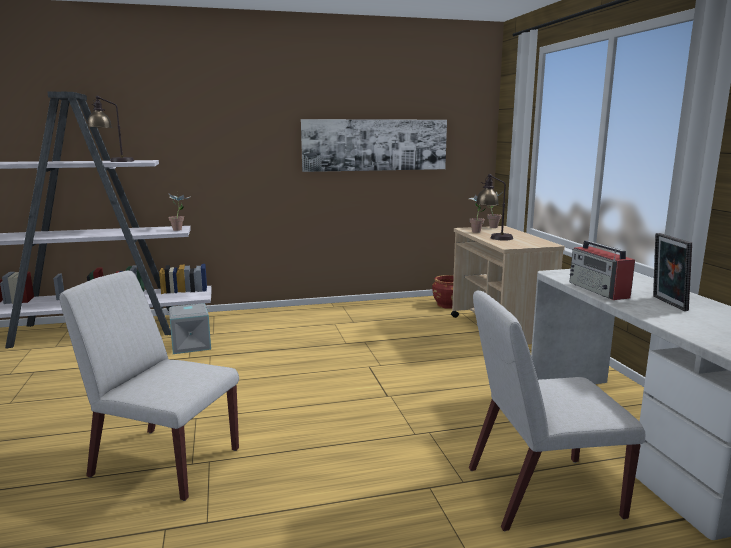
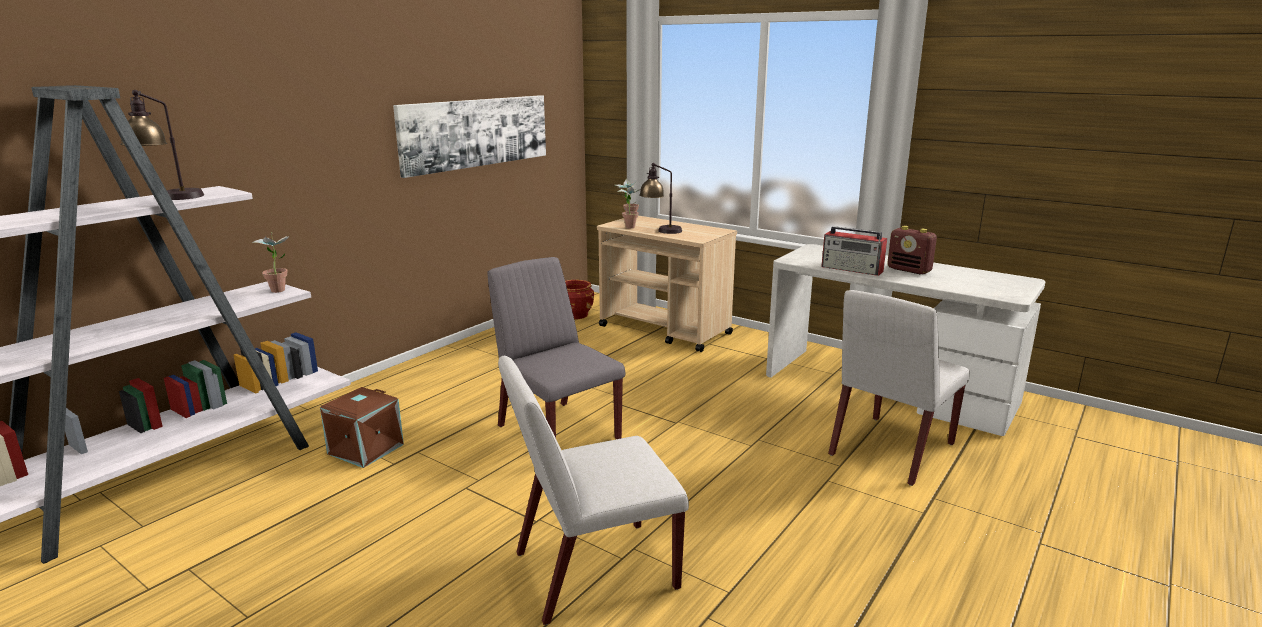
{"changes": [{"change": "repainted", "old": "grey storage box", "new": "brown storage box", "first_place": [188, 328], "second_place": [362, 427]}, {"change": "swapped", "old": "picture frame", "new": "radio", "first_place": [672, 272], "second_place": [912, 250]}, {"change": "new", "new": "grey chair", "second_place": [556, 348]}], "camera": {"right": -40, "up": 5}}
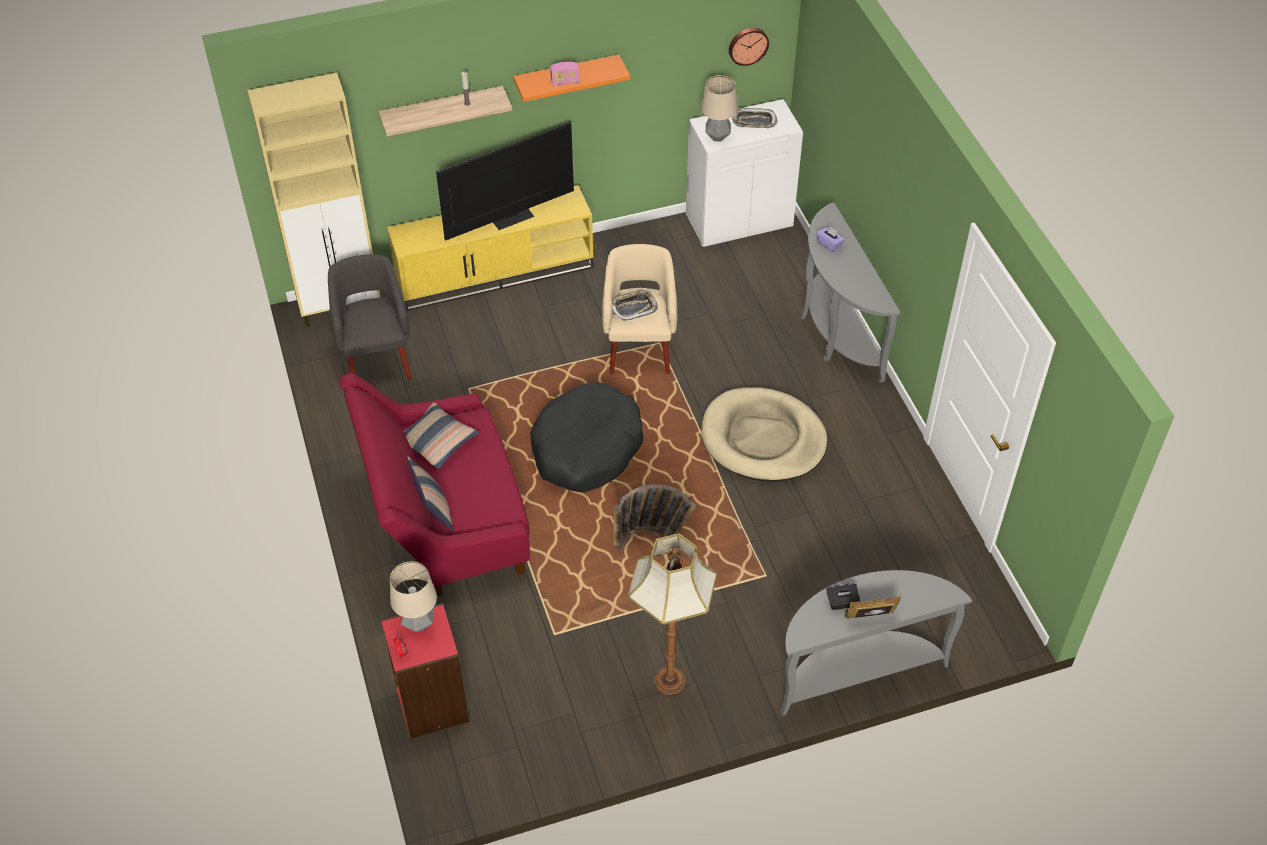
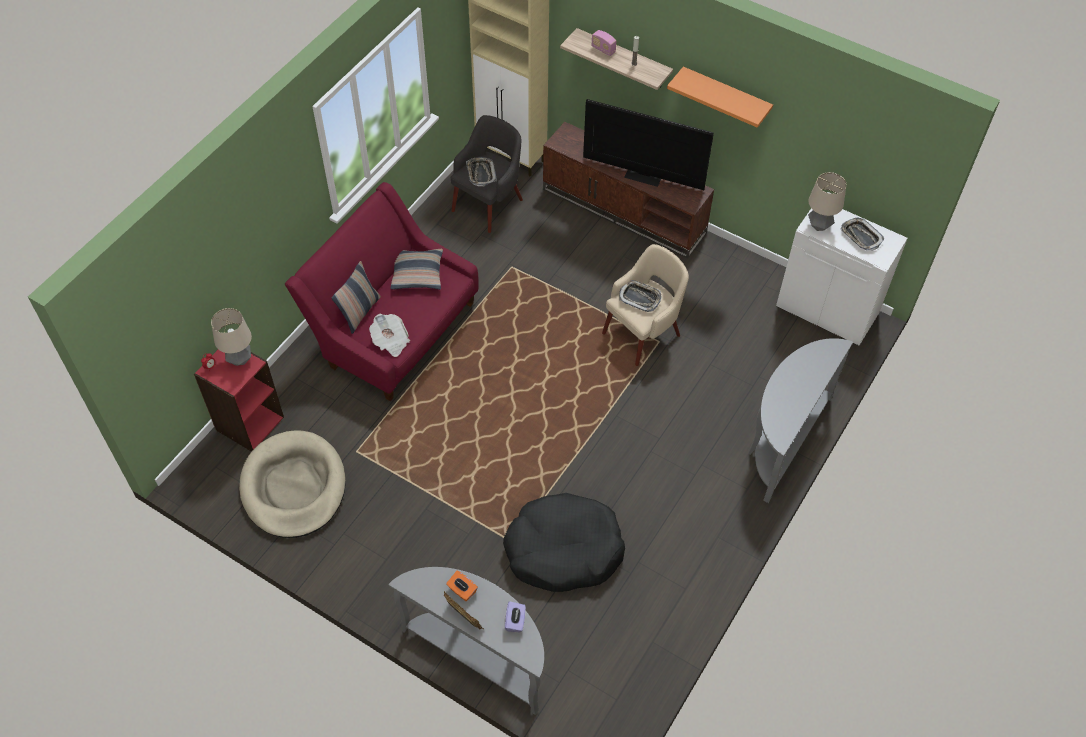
{"changes": [{"change": "repainted", "old": "yellow tv stand", "new": "brown tv stand", "first_place": [490, 248], "second_place": [628, 190]}, {"change": "shifted", "old": "black dog bed", "first_place": [586, 437], "second_place": [564, 542]}, {"change": "shifted", "old": "radio", "first_place": [564, 74], "second_place": [603, 43]}, {"change": "gone", "old": "basket", "first_place": [655, 518]}, {"change": "gone", "old": "floor lamp", "first_place": [672, 614]}, {"change": "shifted", "old": "beige dog bed", "first_place": [764, 434], "second_place": [292, 484]}, {"change": "gone", "old": "wall clock", "first_place": [749, 47]}, {"change": "shifted", "old": "purple tissue box", "first_place": [830, 239], "second_place": [515, 617]}, {"change": "repainted", "old": "black tissue box", "new": "orange tissue box", "first_place": [843, 597], "second_place": [462, 586]}, {"change": "new", "new": "newspaper", "second_place": [389, 335]}, {"change": "new", "new": "tray", "second_place": [481, 172]}], "camera": {"right": 50, "up": 5}}
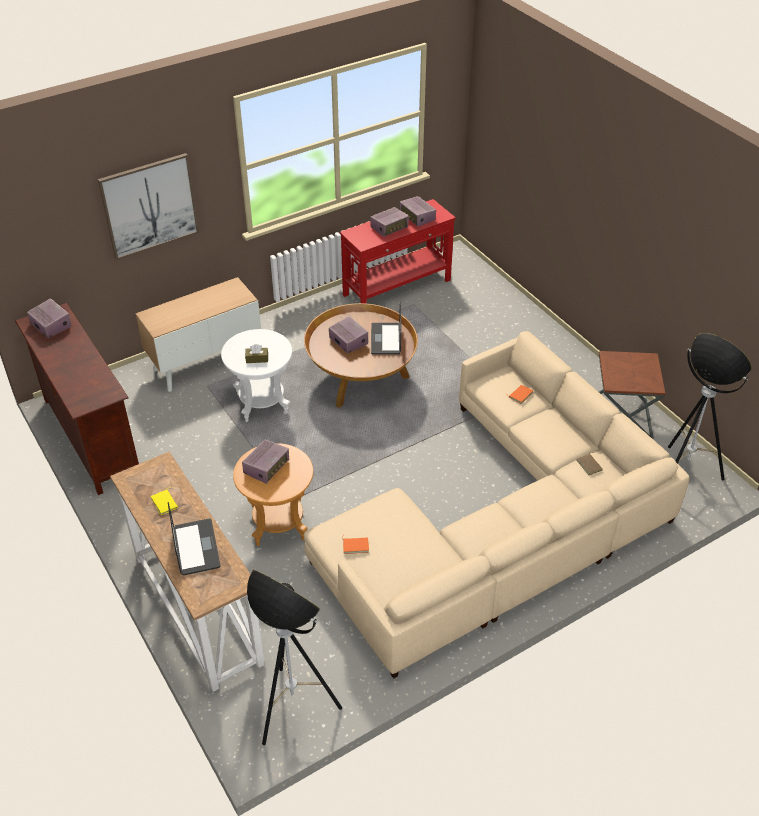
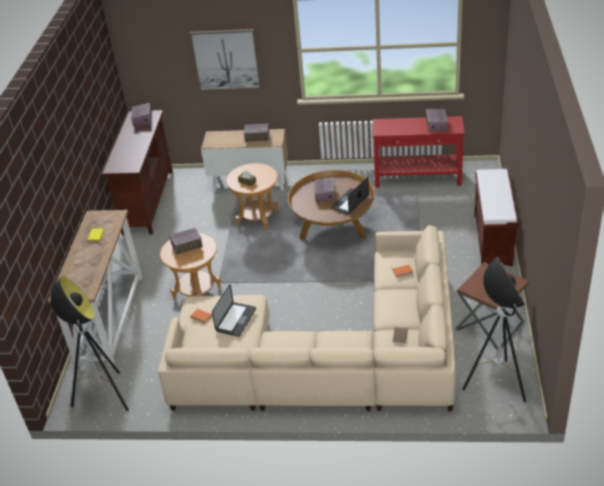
{"changes": [{"change": "shifted", "old": "laptop", "first_place": [194, 538], "second_place": [234, 310]}, {"change": "repainted", "old": "white side table", "new": "brown side table", "first_place": [256, 375], "second_place": [252, 197]}, {"change": "shifted", "old": "radio", "first_place": [389, 222], "second_place": [256, 133]}, {"change": "new", "new": "brown bench", "second_place": [496, 217]}], "camera": {"right": 40, "up": -5}}
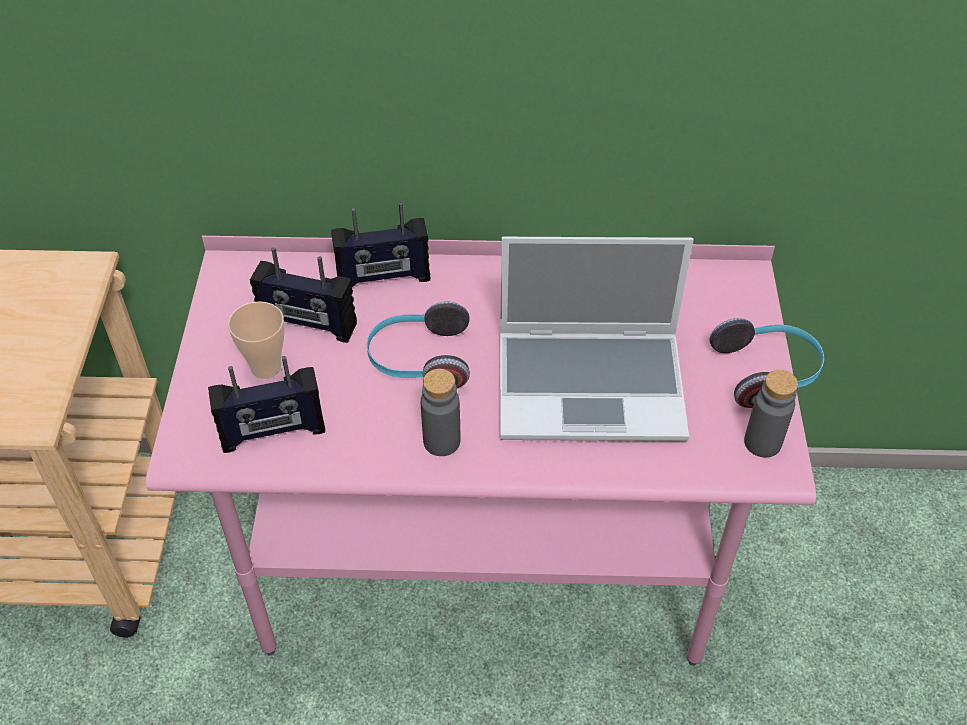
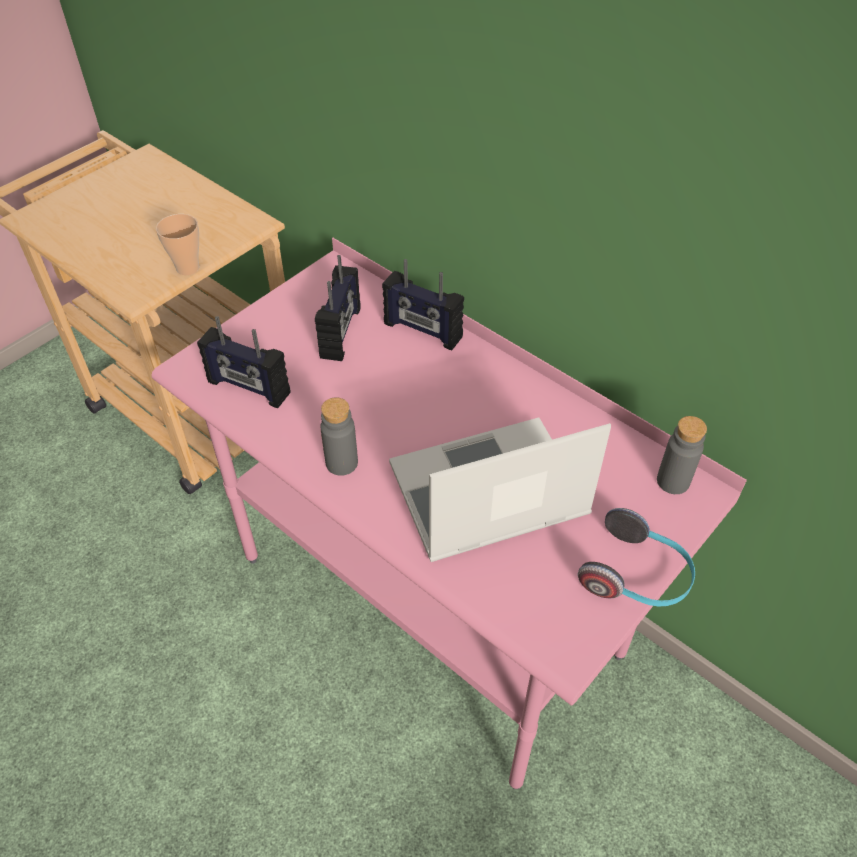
{"changes": [{"change": "shifted", "old": "cup", "first_place": [256, 340], "second_place": [177, 244]}, {"change": "rotated", "old": "radio", "first_place": [303, 295], "second_place": [338, 308], "degrees": -135}, {"change": "gone", "old": "headphones", "first_place": [418, 344]}, {"change": "rotated", "old": "laptop", "first_place": [596, 339], "second_place": [500, 489], "degrees": 120}, {"change": "shifted", "old": "grey bottle", "first_place": [771, 414], "second_place": [682, 455]}], "camera": {"right": 40, "up": 0}}
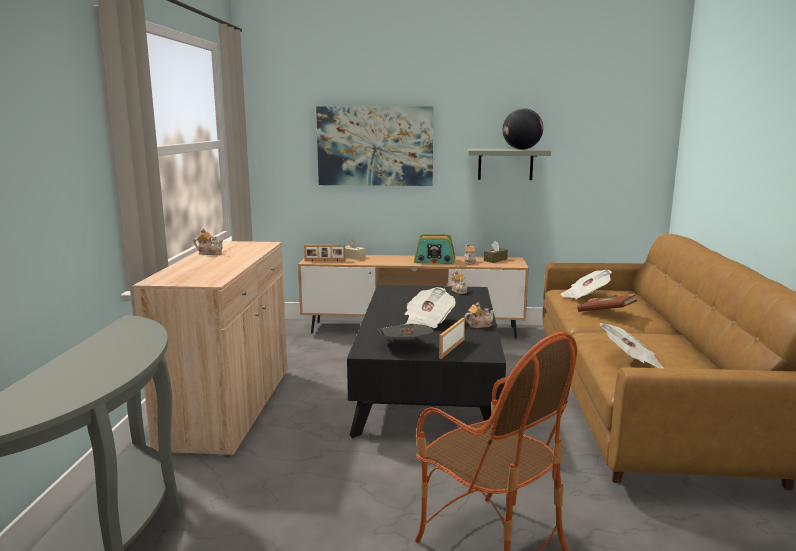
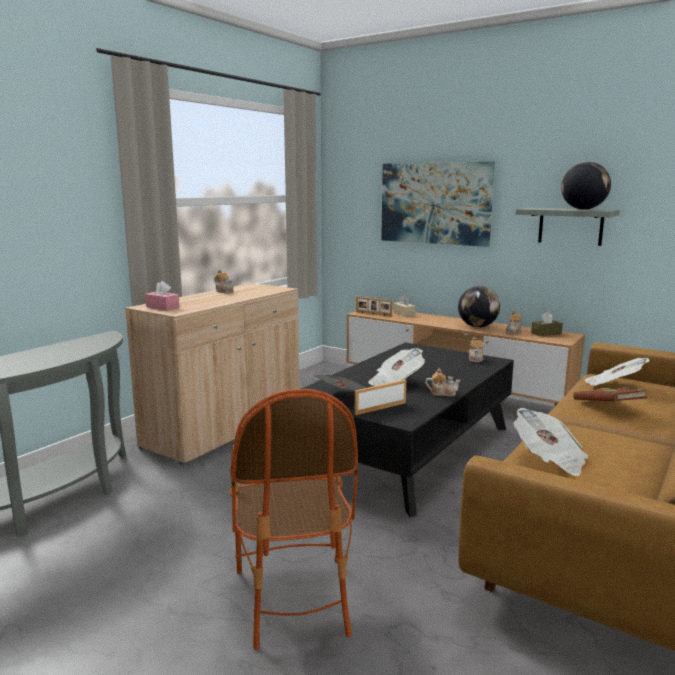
{"changes": [{"change": "swapped", "old": "radio", "new": "globe", "first_place": [434, 249], "second_place": [479, 306]}, {"change": "new", "new": "pink tissue box", "second_place": [162, 296]}], "camera": {"right": 30, "up": 0}}
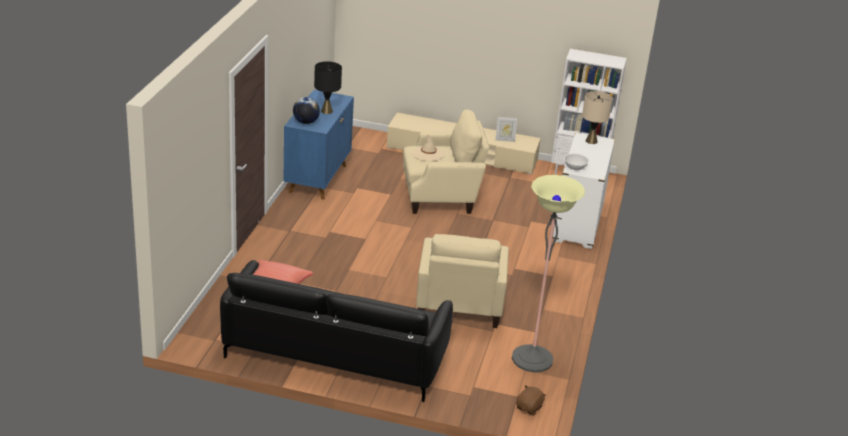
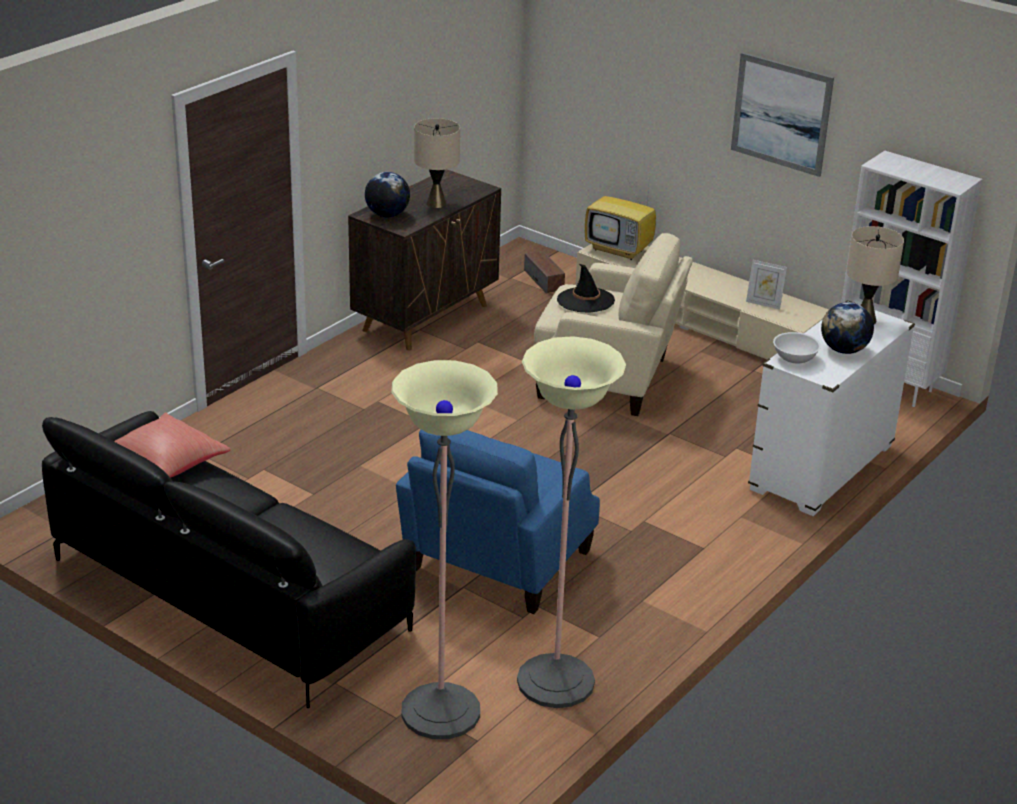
{"changes": [{"change": "repainted", "old": "blue cabinet", "new": "brown cabinet", "first_place": [319, 145], "second_place": [424, 259]}, {"change": "repainted", "old": "black table lamp", "new": "beige table lamp", "first_place": [328, 87], "second_place": [437, 163]}, {"change": "repainted", "old": "beige hat", "new": "black hat", "first_place": [428, 147], "second_place": [586, 288]}, {"change": "repainted", "old": "beige armchair", "new": "blue armchair", "first_place": [462, 281], "second_place": [498, 521]}, {"change": "gone", "old": "brown plush toy", "first_place": [531, 400]}, {"change": "new", "new": "floor lamp", "second_place": [444, 549]}, {"change": "new", "new": "speaker", "second_place": [544, 272]}, {"change": "new", "new": "television", "second_place": [620, 217]}, {"change": "new", "new": "picture", "second_place": [782, 115]}, {"change": "new", "new": "globe", "second_place": [847, 328]}], "camera": {"right": 25, "up": 0}}
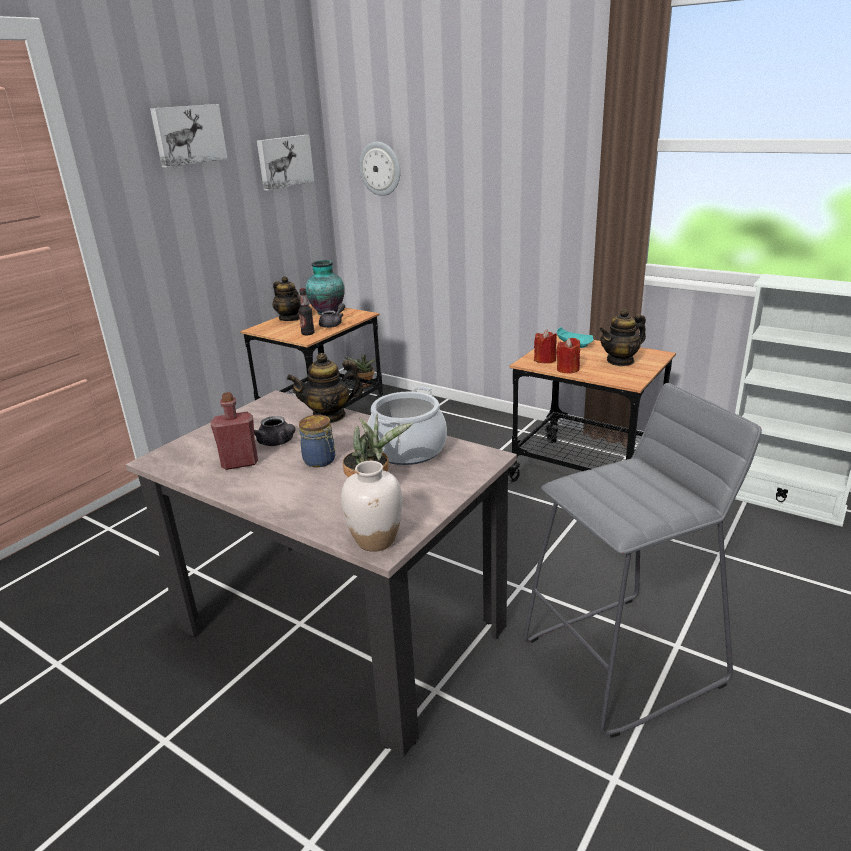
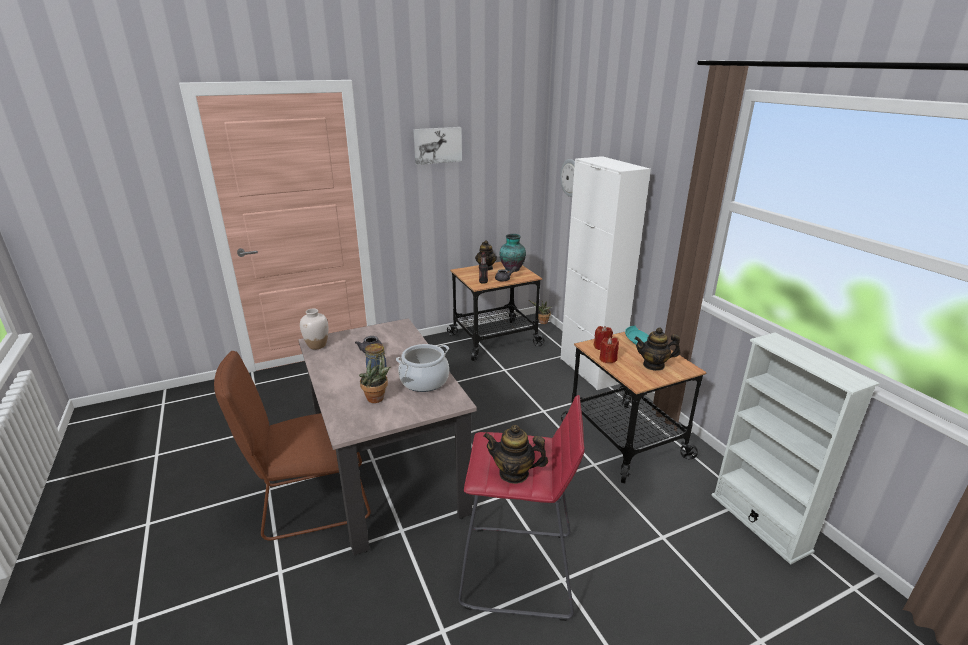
{"changes": [{"change": "gone", "old": "red bottle", "first_place": [234, 431]}, {"change": "gone", "old": "picture", "first_place": [285, 163]}, {"change": "shifted", "old": "teapot", "first_place": [325, 388], "second_place": [515, 454]}, {"change": "shifted", "old": "white vase", "first_place": [372, 506], "second_place": [314, 328]}, {"change": "repainted", "old": "grey stool", "new": "red stool", "first_place": [642, 560], "second_place": [522, 508]}, {"change": "new", "new": "brown chair", "second_place": [292, 446]}, {"change": "new", "new": "white cabinet", "second_place": [605, 273]}], "camera": {"right": 30, "up": 0}}
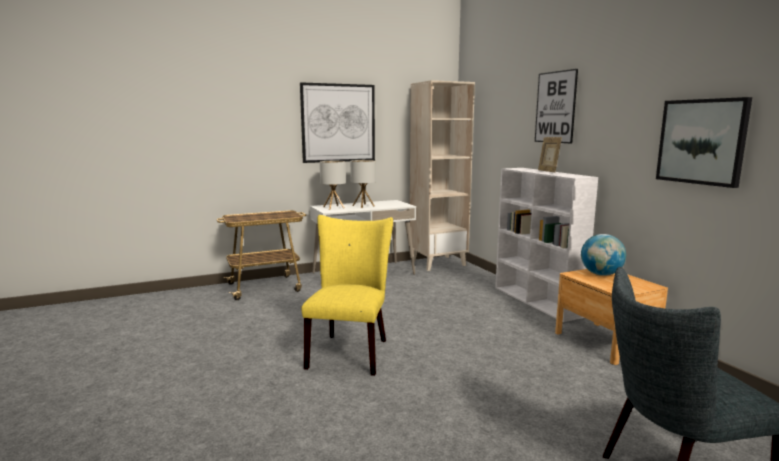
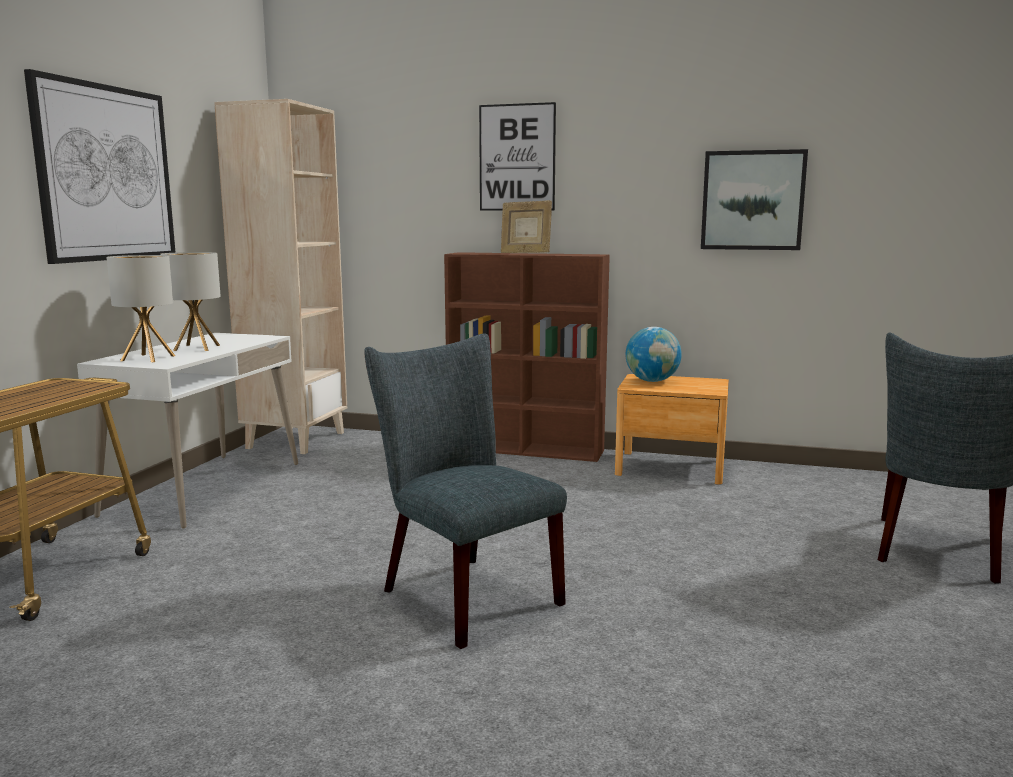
{"changes": [{"change": "repainted", "old": "yellow chair", "new": "grey chair", "first_place": [347, 295], "second_place": [465, 491]}, {"change": "repainted", "old": "white bookcase", "new": "brown bookcase", "first_place": [546, 245], "second_place": [527, 357]}], "camera": {"right": -50, "up": 0}}
